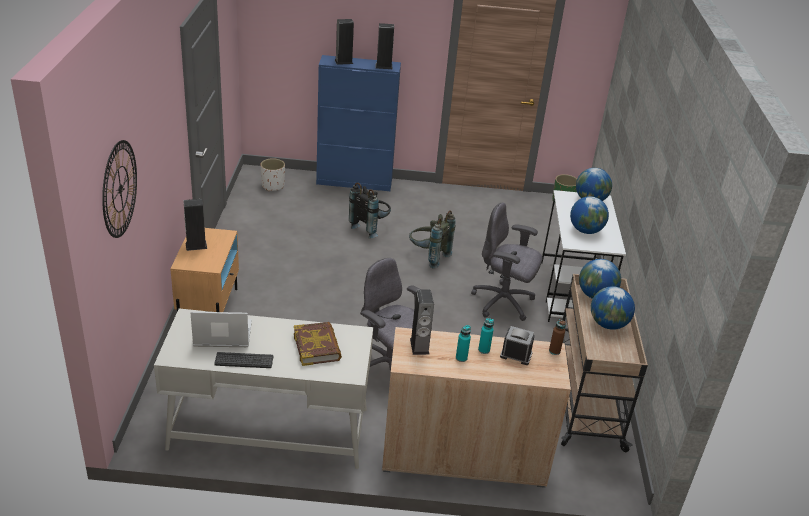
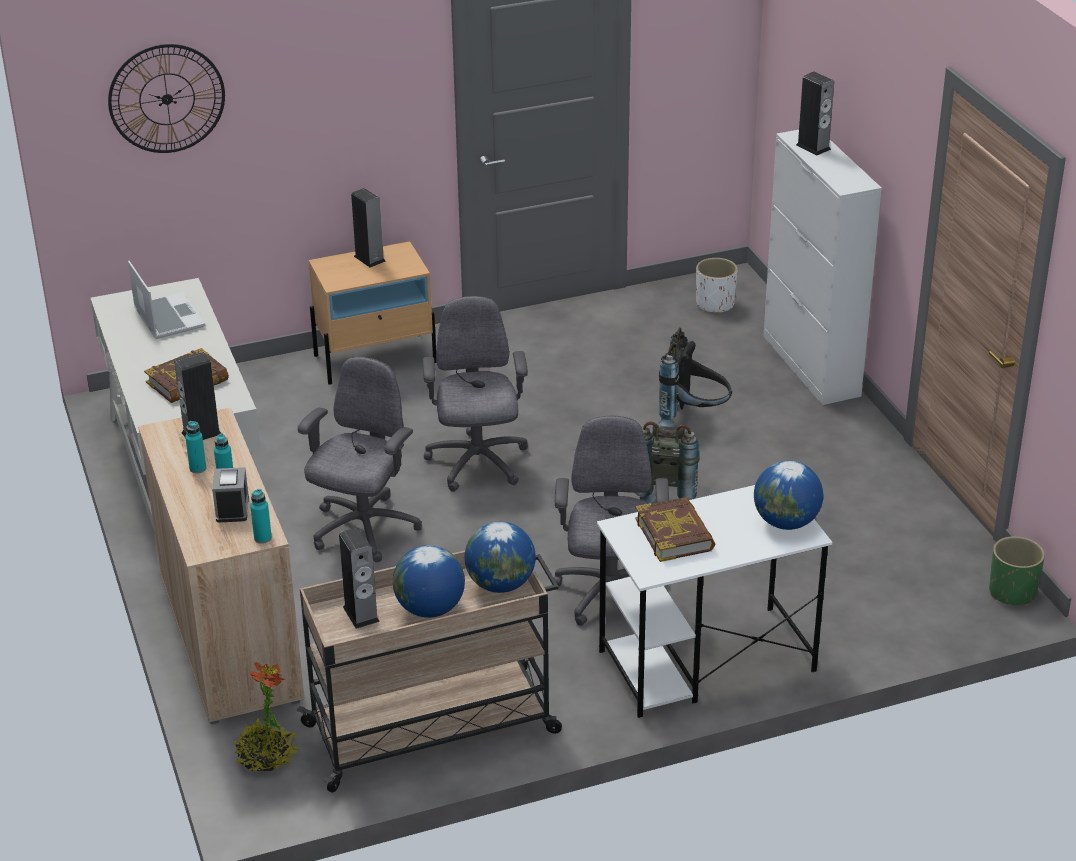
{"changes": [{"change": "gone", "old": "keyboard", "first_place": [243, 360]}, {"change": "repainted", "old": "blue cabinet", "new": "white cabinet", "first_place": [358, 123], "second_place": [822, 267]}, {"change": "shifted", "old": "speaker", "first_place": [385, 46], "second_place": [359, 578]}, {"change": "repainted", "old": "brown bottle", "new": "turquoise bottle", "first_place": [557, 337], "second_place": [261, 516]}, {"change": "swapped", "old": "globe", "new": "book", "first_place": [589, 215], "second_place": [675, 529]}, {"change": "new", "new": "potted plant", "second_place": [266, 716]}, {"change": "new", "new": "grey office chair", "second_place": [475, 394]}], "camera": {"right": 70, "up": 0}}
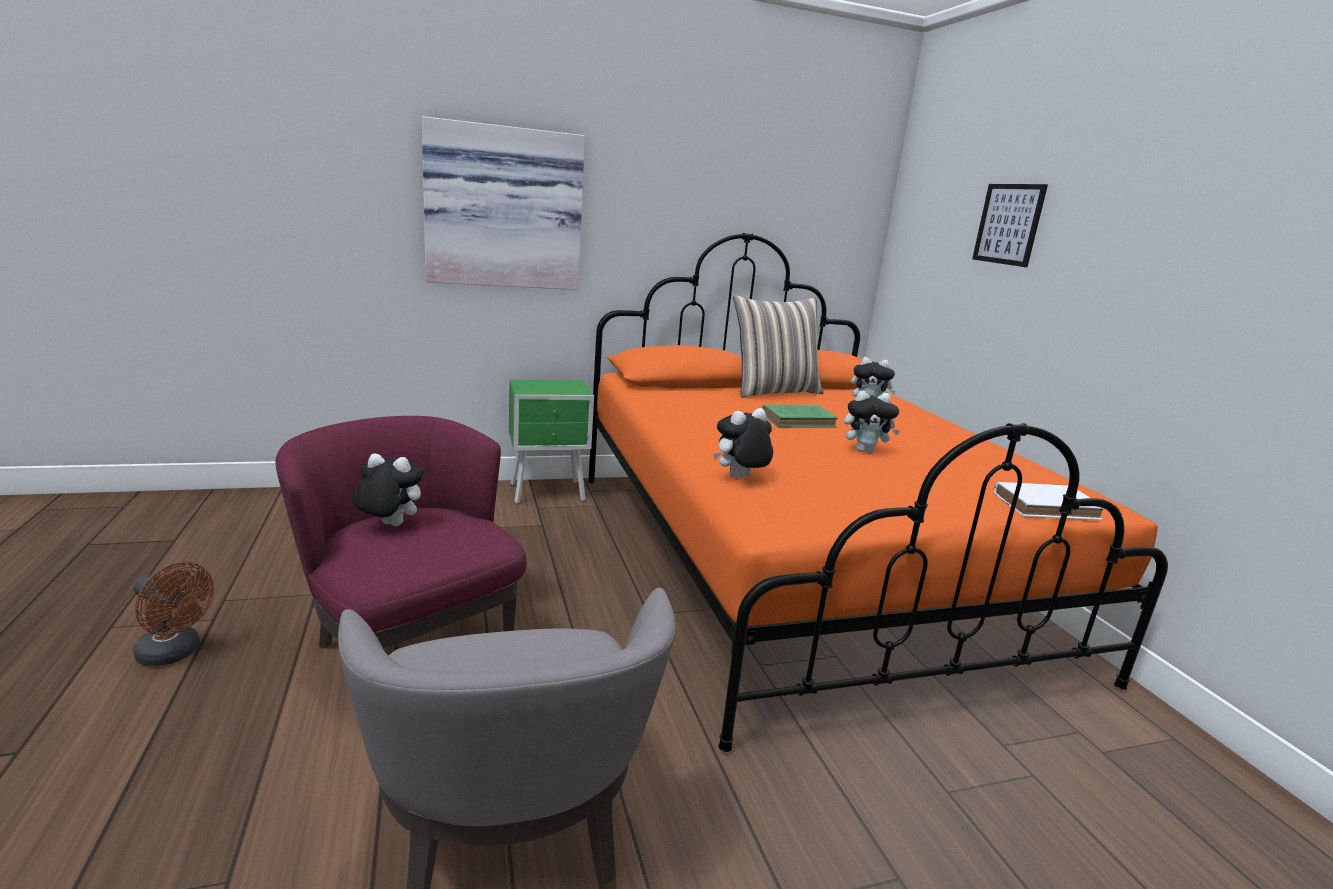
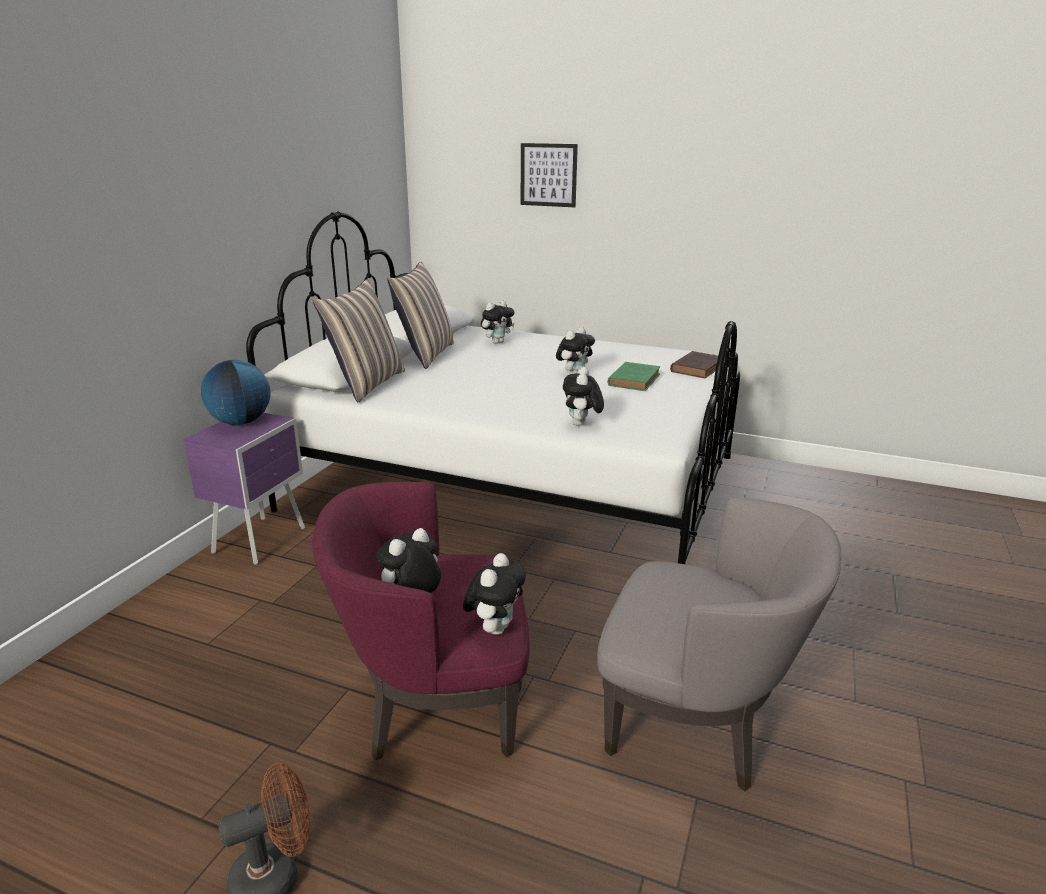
{"changes": [{"change": "gone", "old": "picture", "first_place": [503, 203]}, {"change": "repainted", "old": "green nightstand", "new": "purple nightstand", "first_place": [551, 442], "second_place": [244, 489]}, {"change": "repainted", "old": "orange bed", "new": "white bed", "first_place": [878, 492], "second_place": [493, 388]}, {"change": "shifted", "old": "green book", "first_place": [800, 416], "second_place": [634, 376]}, {"change": "repainted", "old": "white book", "new": "brown book", "first_place": [1049, 501], "second_place": [694, 364]}, {"change": "new", "new": "globe", "second_place": [236, 392]}, {"change": "new", "new": "pillow", "second_place": [359, 341]}, {"change": "new", "new": "plush toy", "second_place": [494, 594]}], "camera": {"right": -50, "up": 5}}
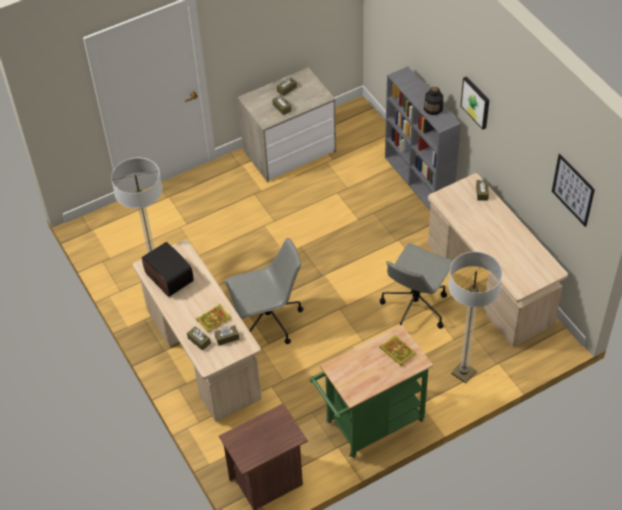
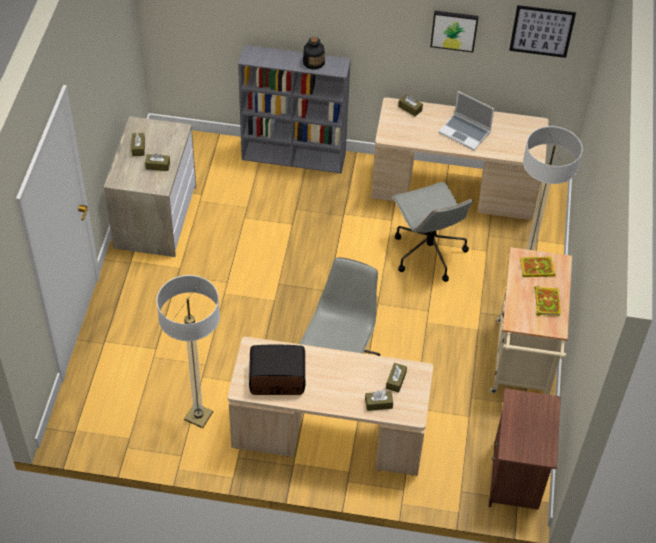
{"changes": [{"change": "shifted", "old": "book", "first_place": [213, 318], "second_place": [547, 301]}, {"change": "repainted", "old": "green cart", "new": "beige cart", "first_place": [371, 391], "second_place": [531, 321]}, {"change": "shifted", "old": "picture", "first_place": [475, 103], "second_place": [454, 31]}, {"change": "new", "new": "laptop", "second_place": [466, 120]}], "camera": {"right": -55, "up": 0}}
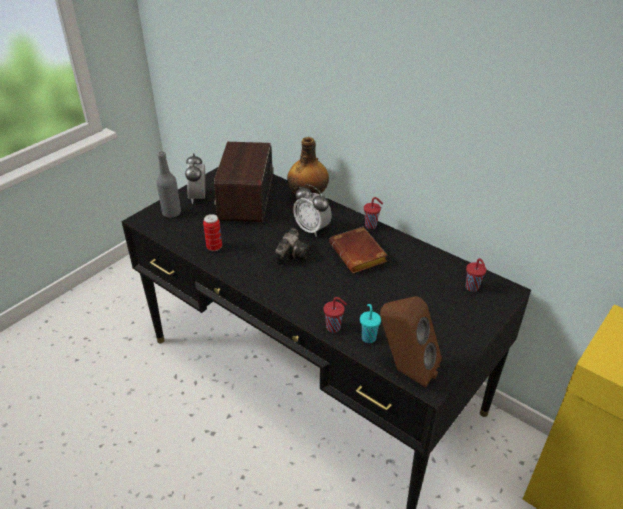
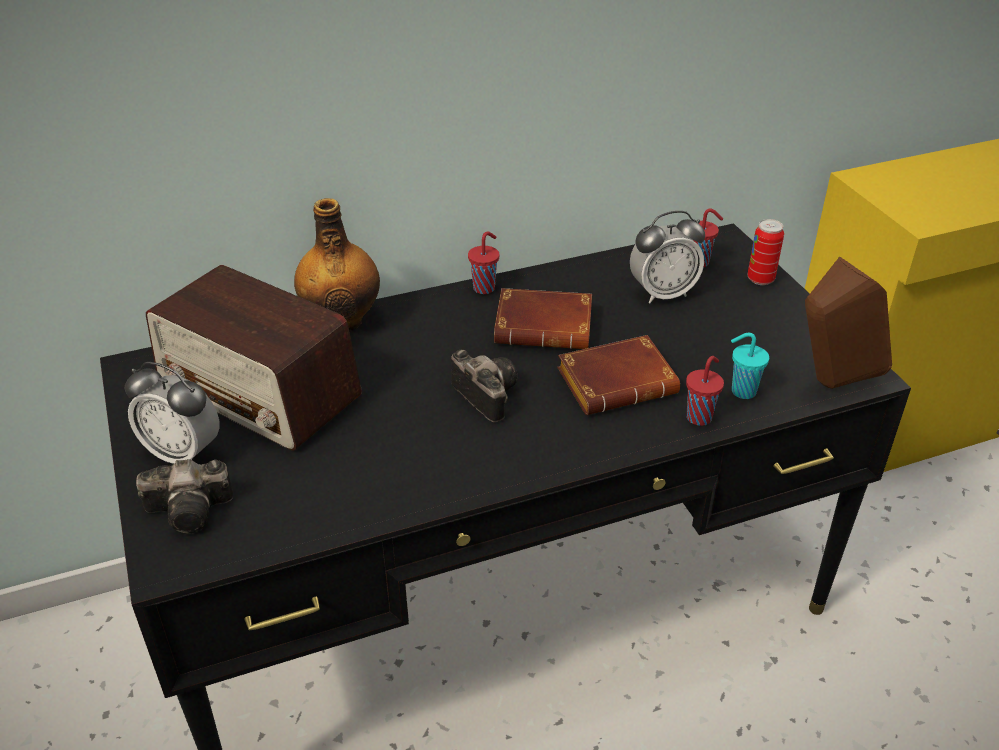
{"changes": [{"change": "swapped", "old": "grey bottle", "new": "photo camera", "first_place": [168, 185], "second_place": [184, 496]}, {"change": "shifted", "old": "can", "first_place": [212, 232], "second_place": [766, 252]}, {"change": "shifted", "old": "alarm clock", "first_place": [312, 210], "second_place": [667, 257]}, {"change": "new", "new": "brown book", "second_place": [618, 375]}], "camera": {"right": -60, "up": 0}}
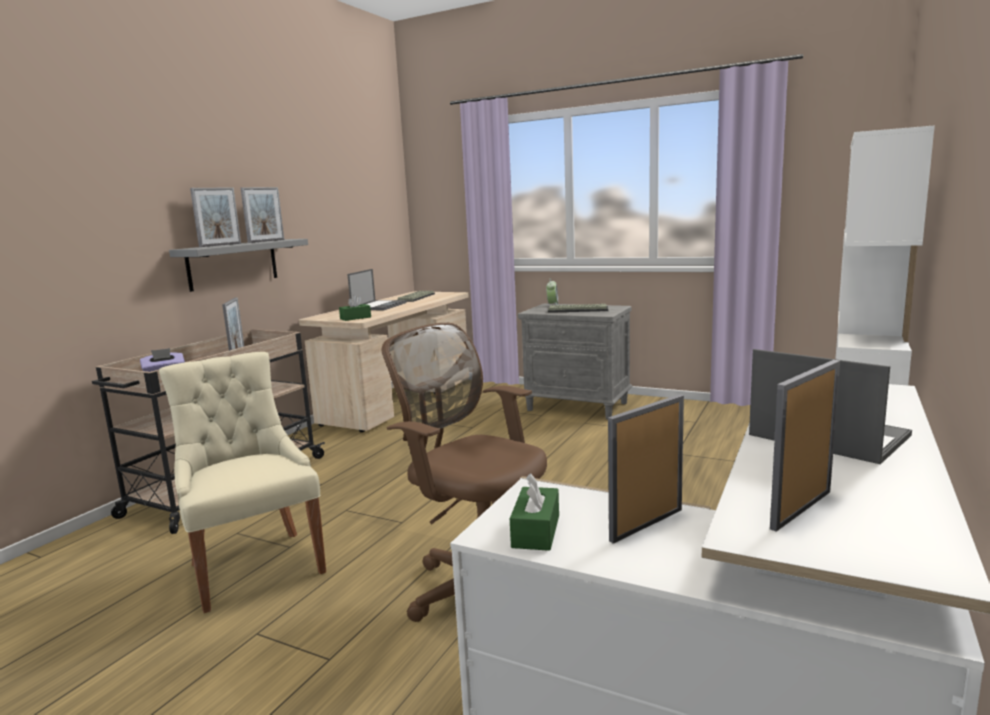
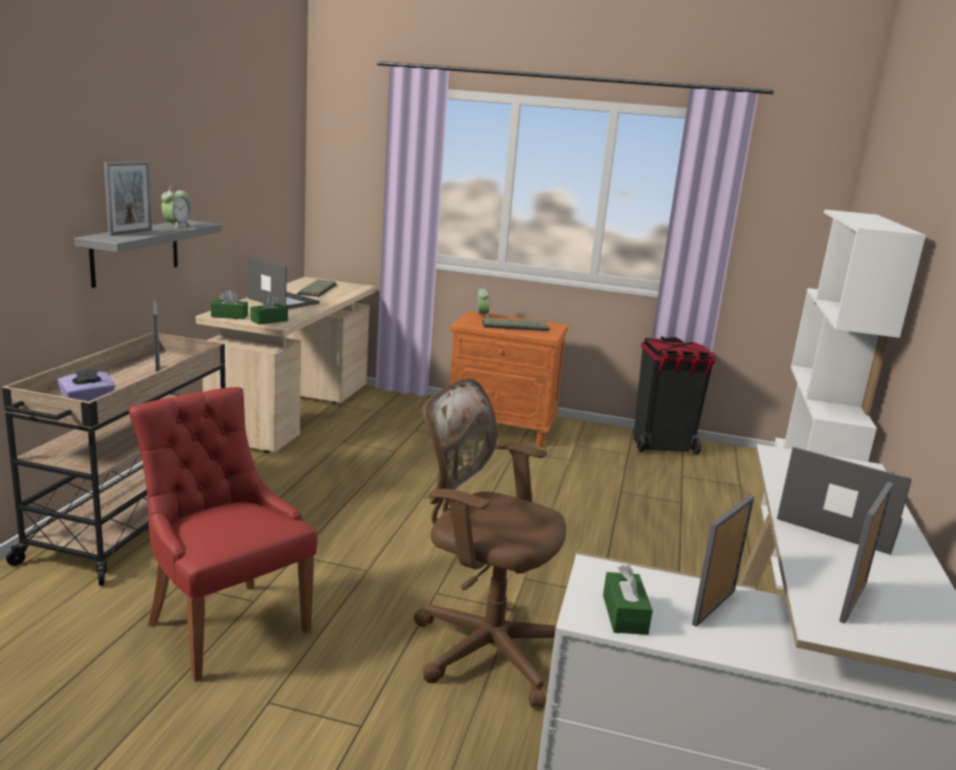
{"changes": [{"change": "repainted", "old": "beige chair", "new": "red chair", "first_place": [242, 482], "second_place": [223, 534]}, {"change": "swapped", "old": "picture frame", "new": "alarm clock", "first_place": [262, 215], "second_place": [176, 207]}, {"change": "rotated", "old": "laptop", "first_place": [377, 289], "second_place": [283, 283], "degrees": -60}, {"change": "repainted", "old": "grey nightstand", "new": "orange nightstand", "first_place": [575, 361], "second_place": [506, 379]}, {"change": "new", "new": "green tissue box", "second_place": [229, 304]}, {"change": "new", "new": "black trash can", "second_place": [675, 395]}], "camera": {"right": -15, "up": 5}}
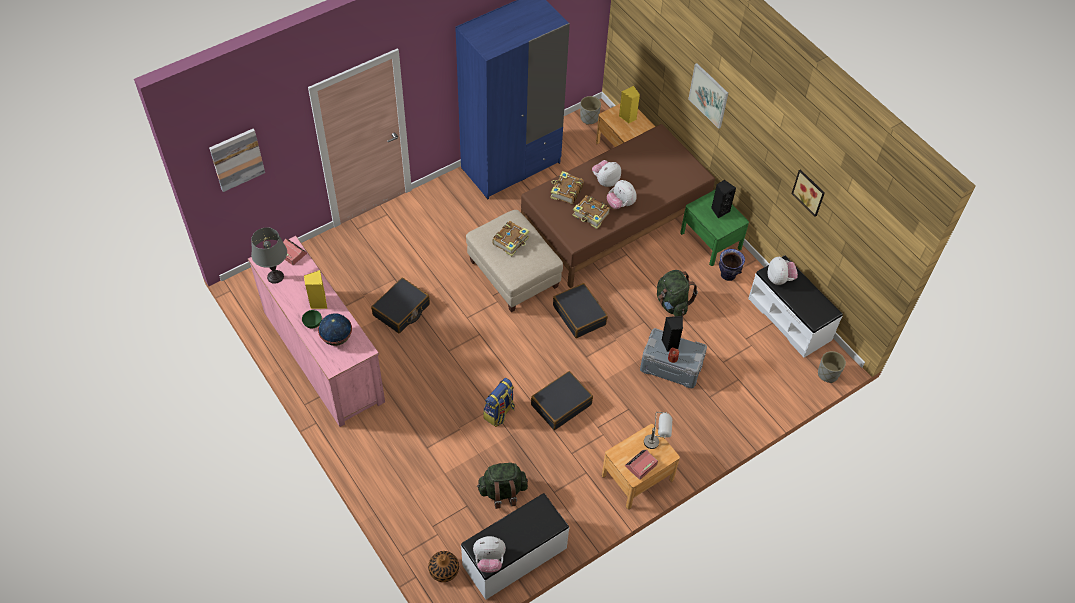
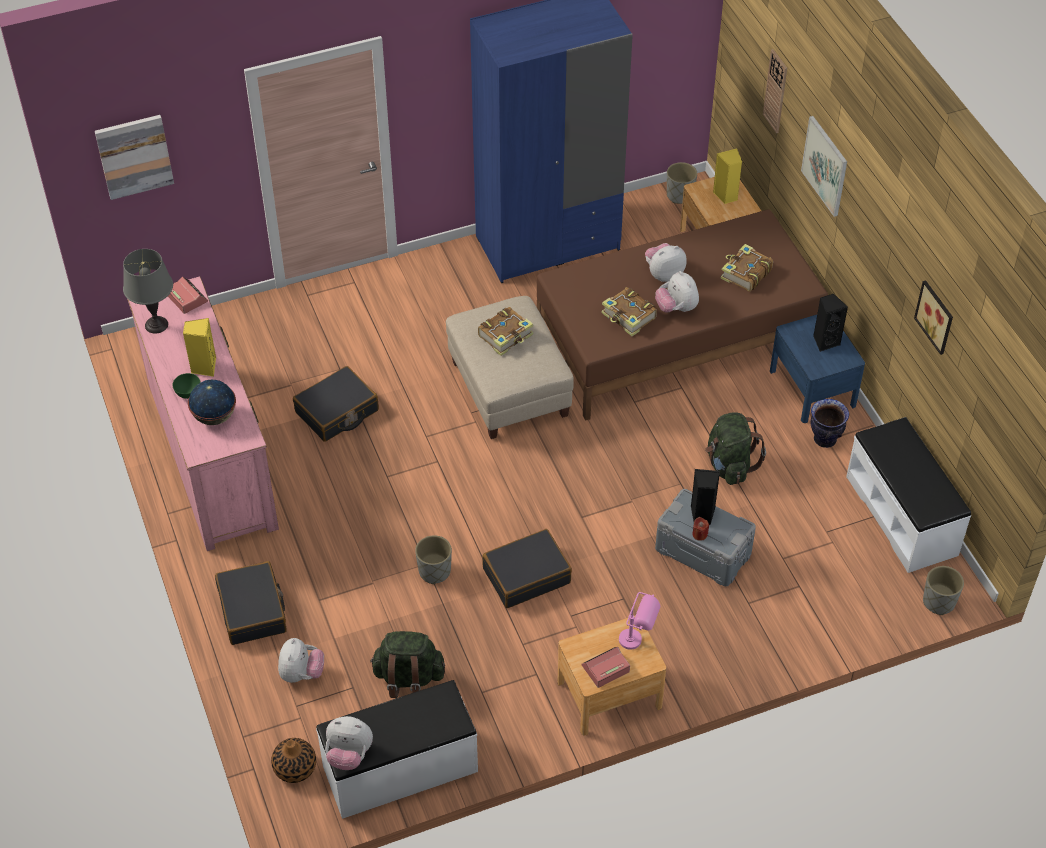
{"changes": [{"change": "swapped", "old": "backpack", "new": "grey planter", "first_place": [499, 402], "second_place": [433, 559]}, {"change": "shifted", "old": "book", "first_place": [567, 187], "second_place": [747, 268]}, {"change": "shifted", "old": "black suitcase", "first_place": [580, 310], "second_place": [251, 603]}, {"change": "repainted", "old": "grey table lamp", "new": "pink table lamp", "first_place": [658, 430], "second_place": [639, 621]}, {"change": "repainted", "old": "green nightstand", "new": "blue nightstand", "first_place": [714, 227], "second_place": [817, 369]}, {"change": "shifted", "old": "plush toy", "first_place": [783, 271], "second_place": [301, 660]}, {"change": "new", "new": "wall clock", "second_place": [775, 91]}], "camera": {"right": 15, "up": -5}}
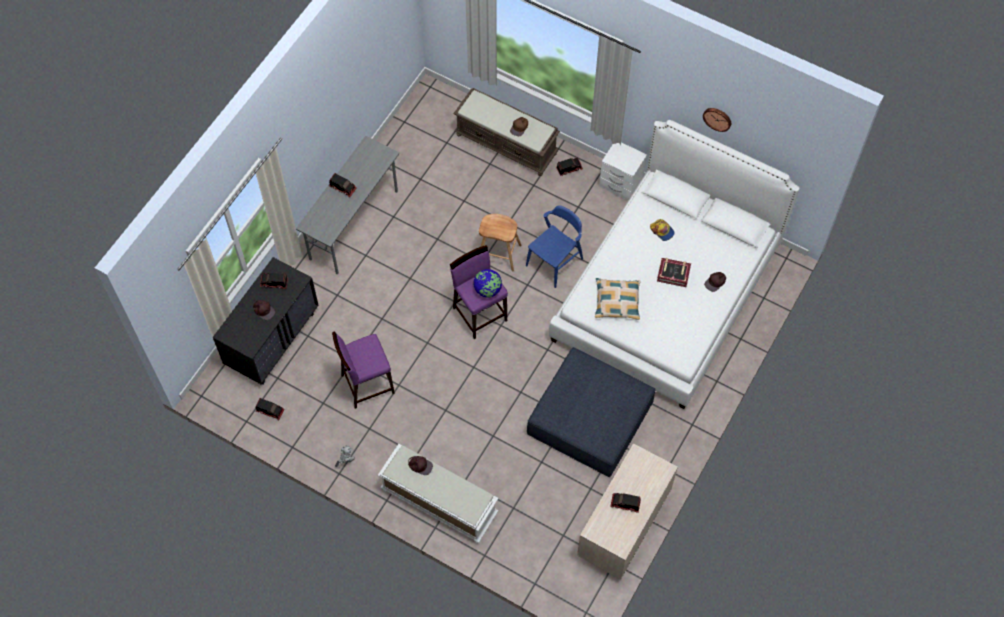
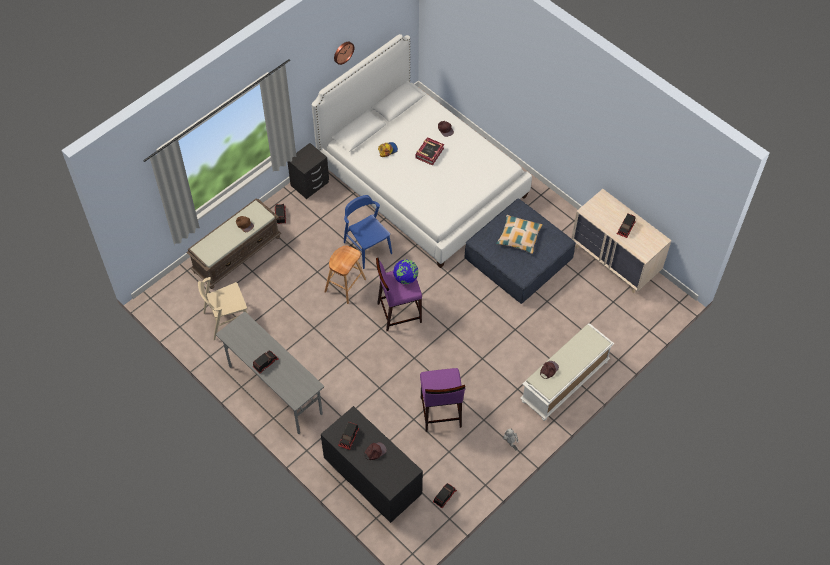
{"changes": [{"change": "shifted", "old": "pillow", "first_place": [618, 299], "second_place": [519, 234]}, {"change": "repainted", "old": "white nightstand", "new": "black nightstand", "first_place": [623, 171], "second_place": [308, 171]}, {"change": "new", "new": "beige chair", "second_place": [223, 309]}], "camera": {"right": -75, "up": -5}}
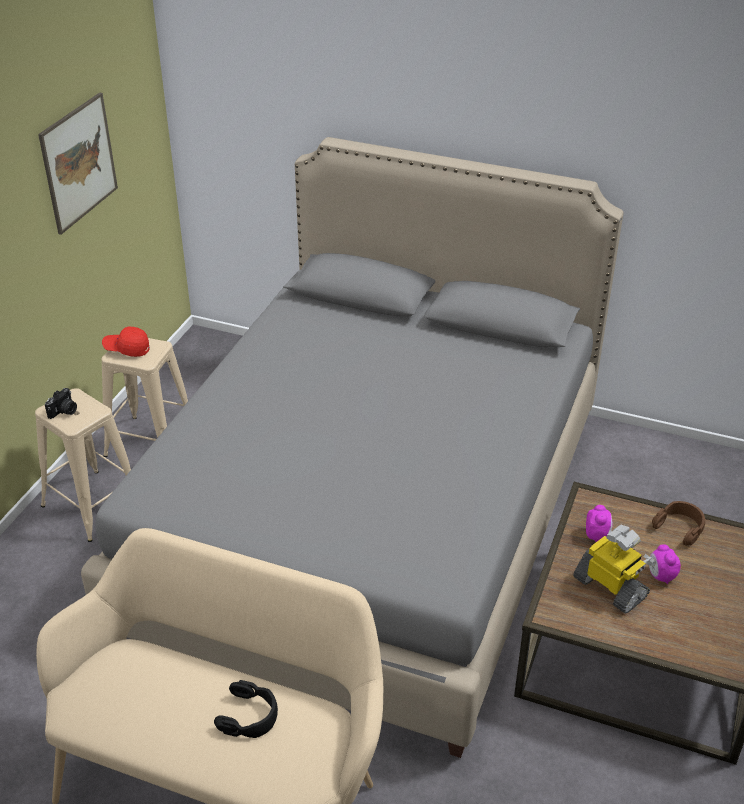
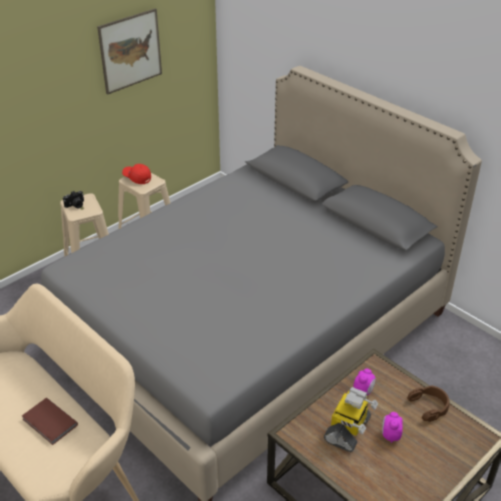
{"changes": [{"change": "swapped", "old": "black headphones", "new": "brown book", "first_place": [246, 709], "second_place": [50, 421]}, {"change": "rotated", "old": "toy robot", "first_place": [615, 569], "second_place": [351, 419], "degrees": 45}], "camera": {"right": 25, "up": 0}}
